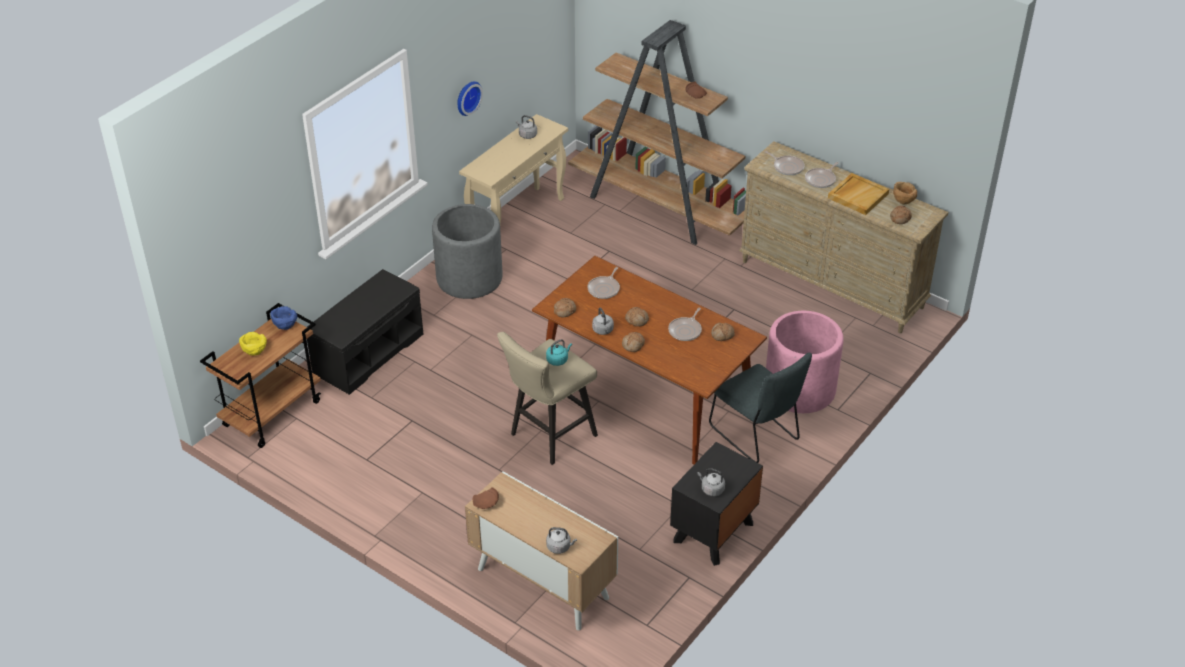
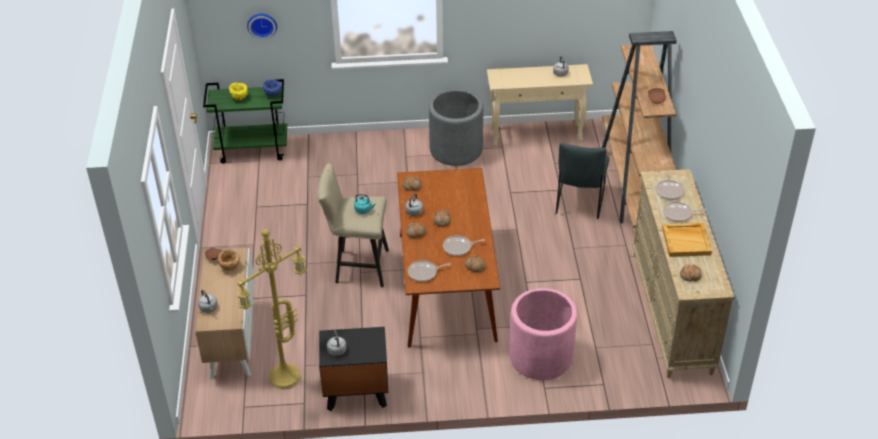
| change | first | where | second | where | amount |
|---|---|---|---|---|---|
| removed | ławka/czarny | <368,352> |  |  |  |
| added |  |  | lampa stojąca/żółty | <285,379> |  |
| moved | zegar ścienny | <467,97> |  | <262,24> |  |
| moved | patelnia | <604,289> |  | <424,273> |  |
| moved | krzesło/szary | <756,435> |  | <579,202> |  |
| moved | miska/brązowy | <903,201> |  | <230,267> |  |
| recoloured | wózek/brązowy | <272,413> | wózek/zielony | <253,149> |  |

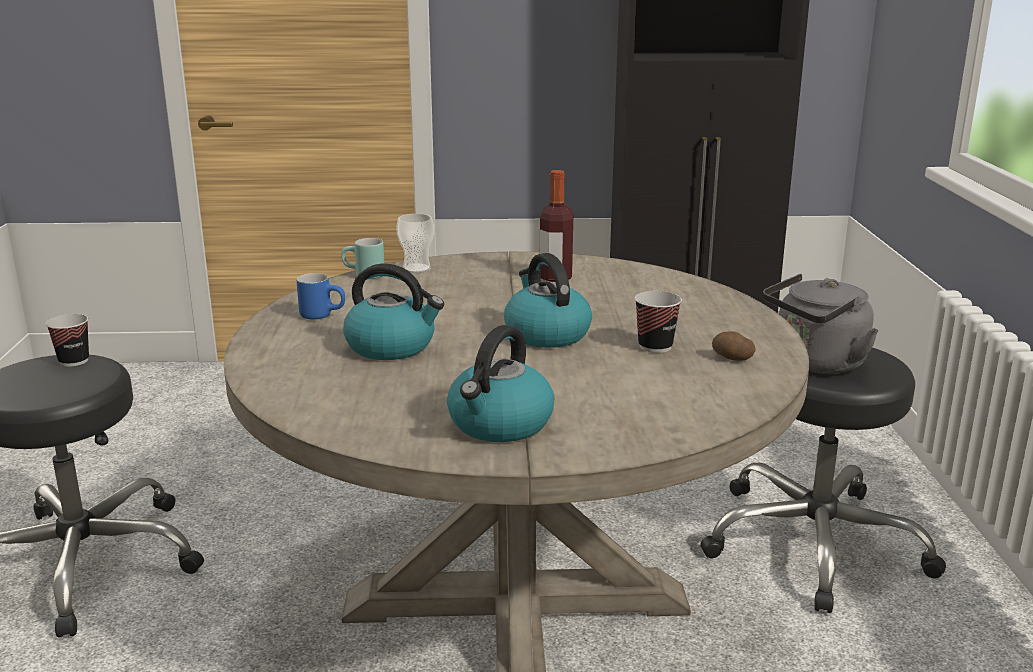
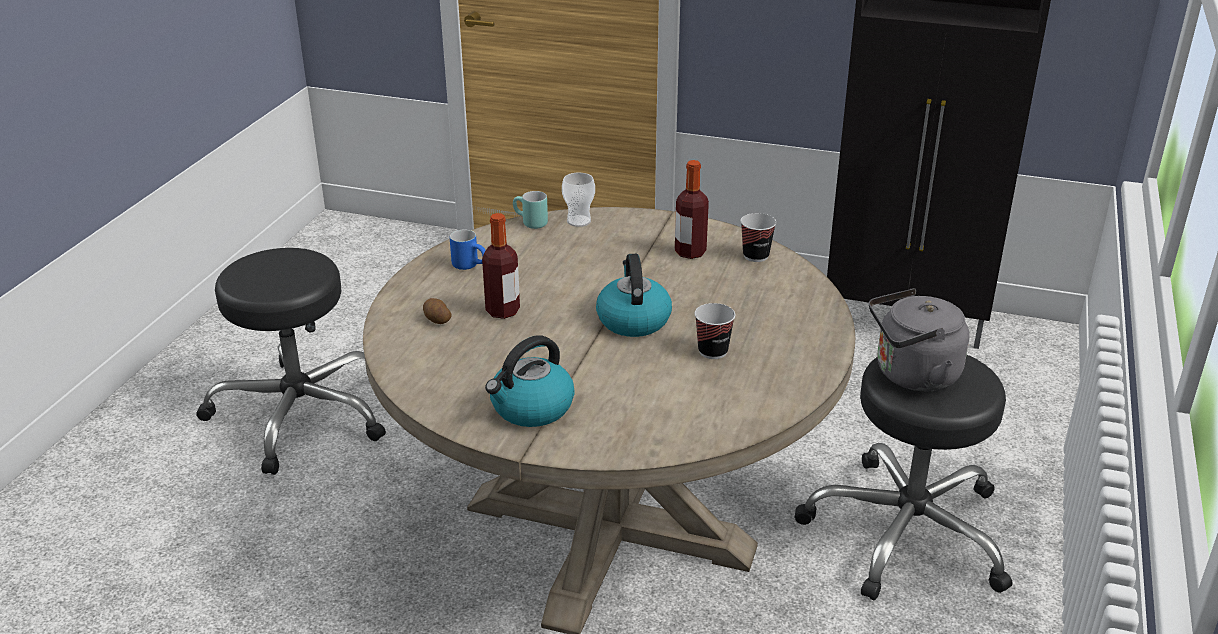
| change | first | where | second | where | amount |
|---|---|---|---|---|---|
| moved | filiżanka | <74,361> |  | <755,256> |  |
| moved | ziemniak | <731,358> |  | <436,320> |  |
| replaced | czajnik | <392,346> | butelka | <503,311> |  |

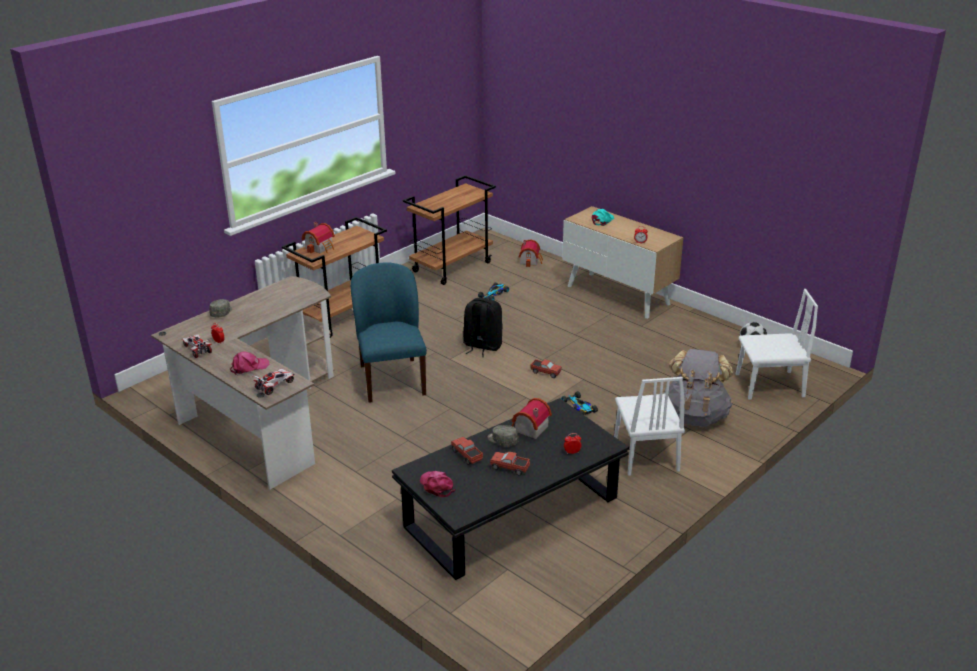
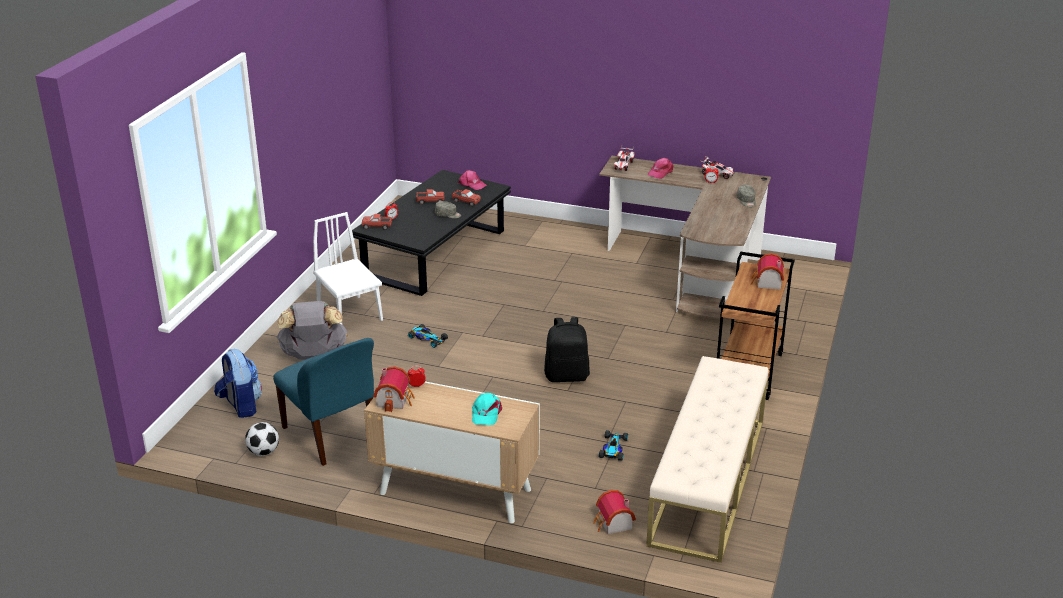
| change | first | where | second | where | amount |
|---|---|---|---|---|---|
| moved | krzesło/niebieski | <392,379> |  | <331,436> |  |
| moved | domek | <529,428> |  | <395,400> |  |
| moved | ciężarówka zabawkowa | <545,373> |  | <377,227> |  |
| replaced | wózek/brązowy | <452,267> | ławka/beżowy | <708,481> |  |
| replaced | krzesło/biały | <769,385> | plecak | <241,406> |  |

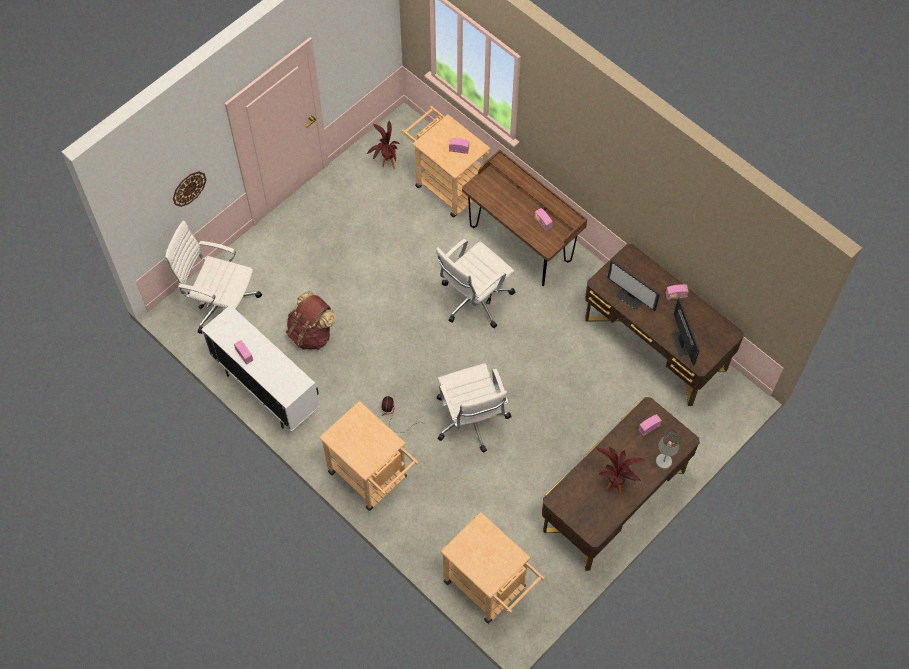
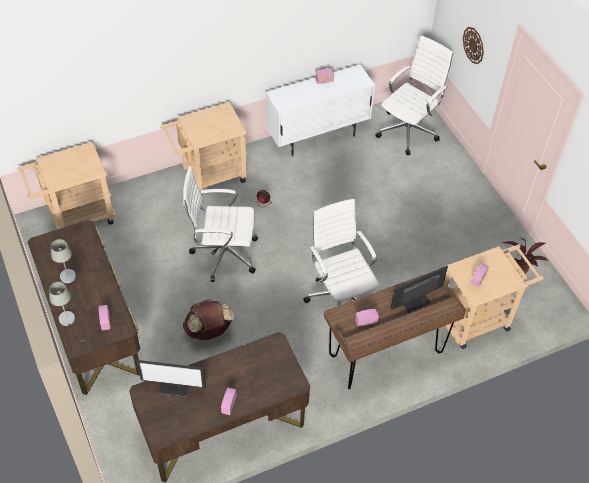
| change | first | where | second | where | amount |
|---|---|---|---|---|---|
| moved | plecak/brązowy | <311,333> |  | <209,331> |  |
| moved | monitor | <631,297> |  | <415,302> |  |
| replaced | roślina doniczkowa | <614,482> | lampa stołowa/szary | <72,274> |  |

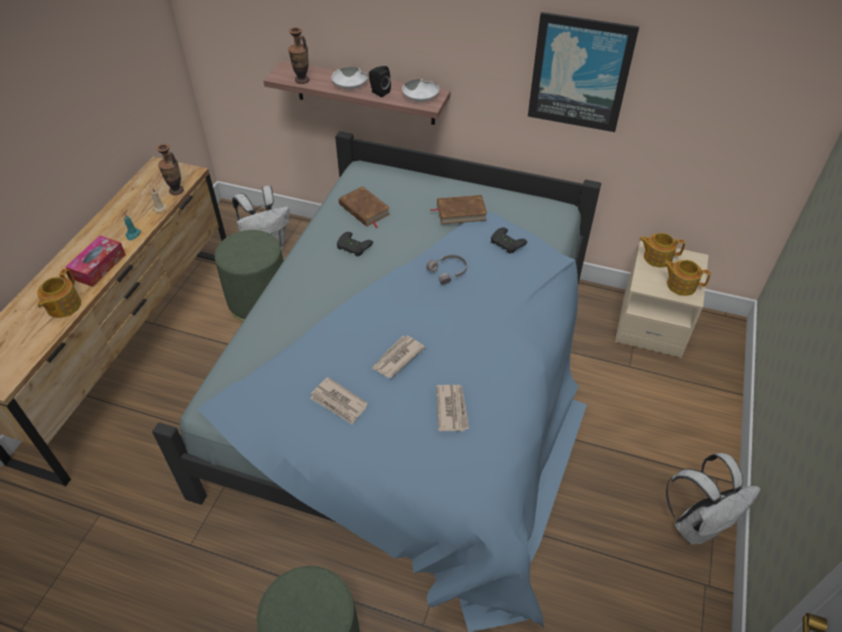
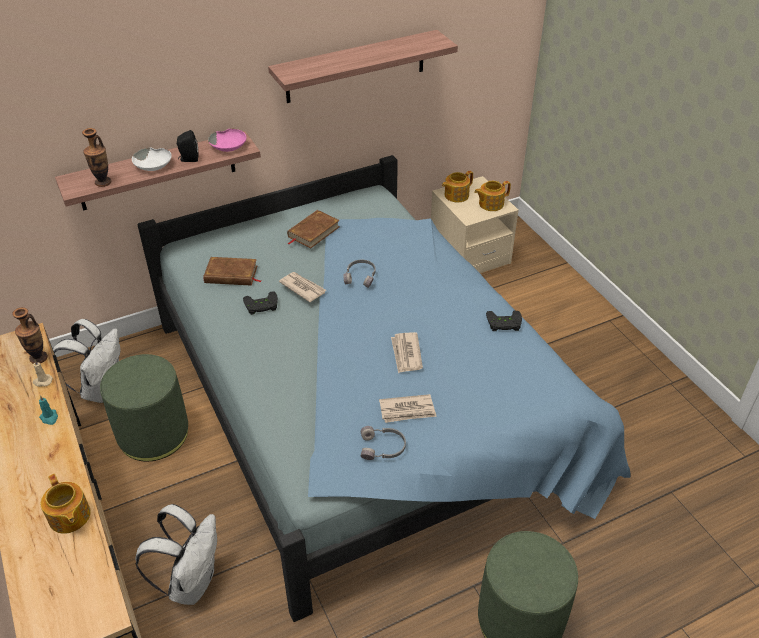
| change | first | where | second | where | amount |
|---|---|---|---|---|---|
| removed | pudełko chusteczek | <99,266> |  |  |  |
| added |  |  | słuchawki/szary | <383,448> |  |
| moved | gazeta | <452,409> |  | <302,288> |  |
| moved | pad do gier/czarny | <505,243> |  | <503,324> |  |
| moved | plecak/biały | <697,524> |  | <191,582> |  |
| replaced | obraz | <580,72> | półka | <356,67> |  |
| recoloured | miska/biały | <421,96> | miska/różowy | <229,145> |  |

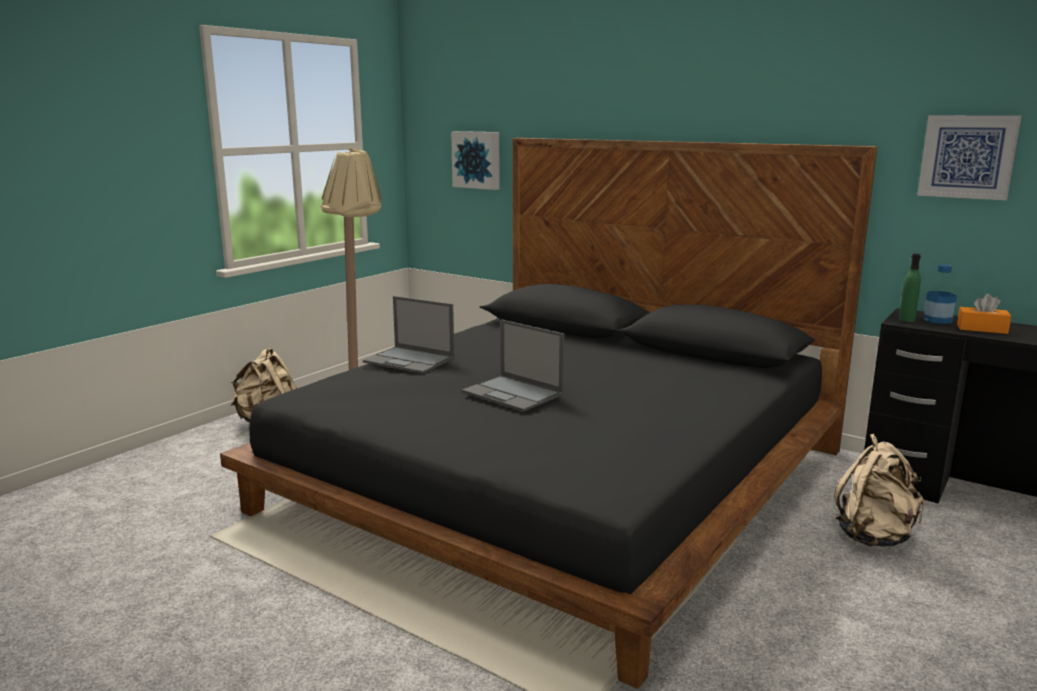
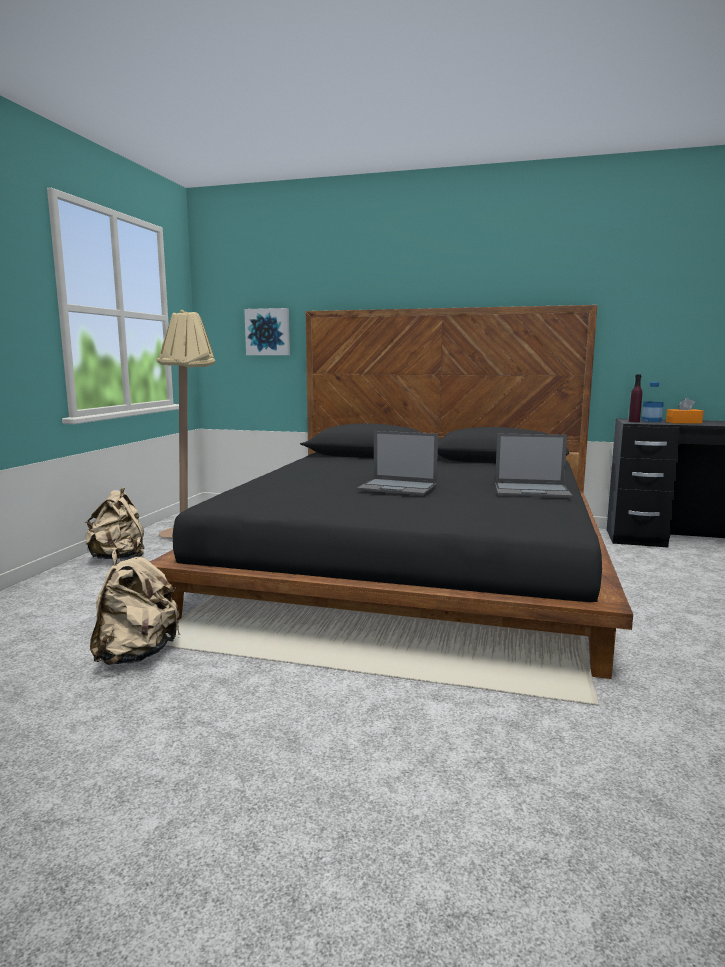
| change | first | where | second | where | amount |
|---|---|---|---|---|---|
| removed | obraz | <967,157> |  |  |  |
| moved | laptop | <410,360> |  | <532,490> |  |
| moved | plecak/beżowy | <875,537> |  | <137,655> |  |
| recoloured | butelka/zielony | <906,320> | butelka/fioletowy | <634,421> |  |

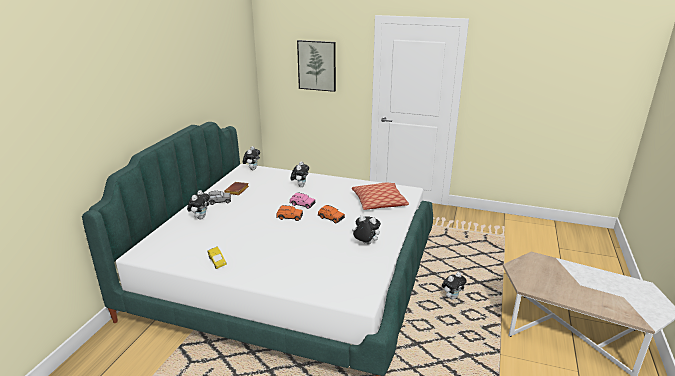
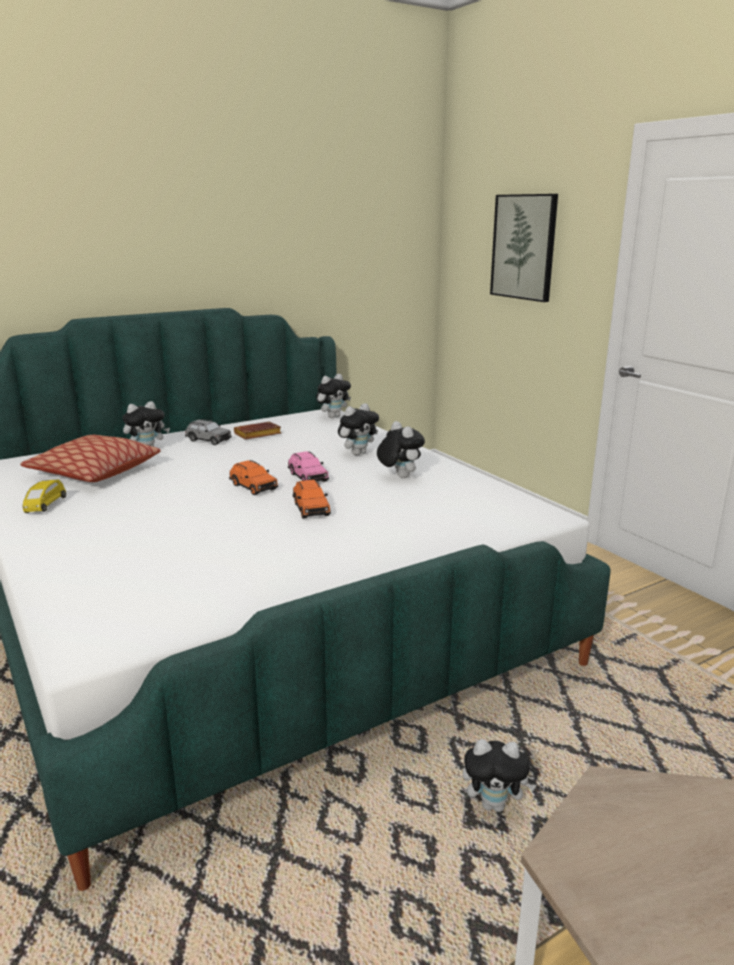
| change | first | where | second | where | amount |
|---|---|---|---|---|---|
| moved | poduszka | <379,202> |  | <94,472> |  |
| moved | pluszak | <365,244> |  | <399,476> |  |

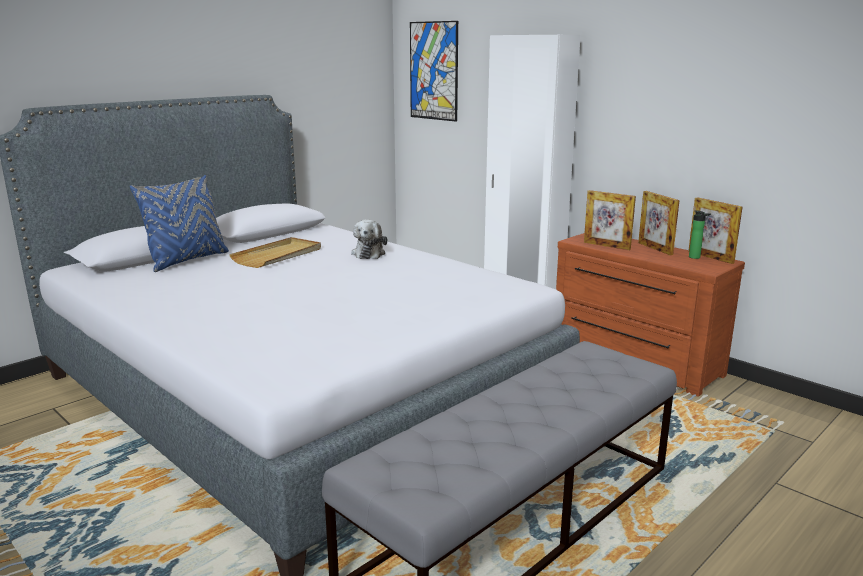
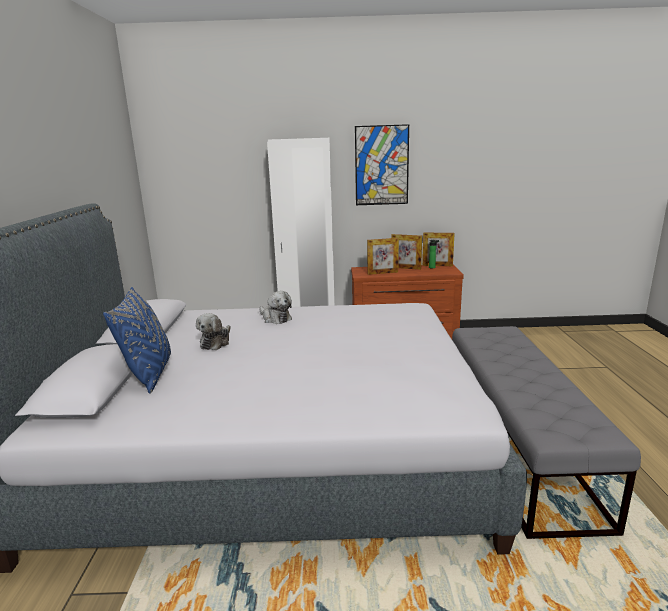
| change | first | where | second | where | amount |
|---|---|---|---|---|---|
| moved | obraz | <433,71> |  | <381,165> |  |
| replaced | taca/beżowy | <278,255> | pluszak | <216,342> |  |

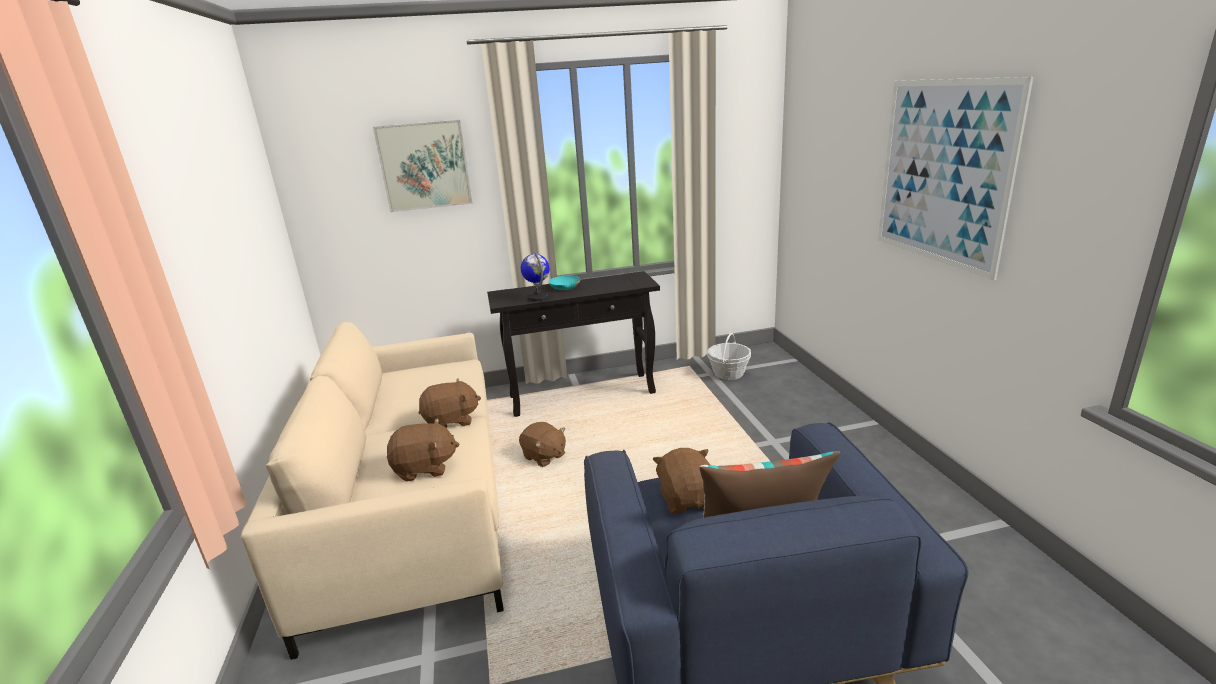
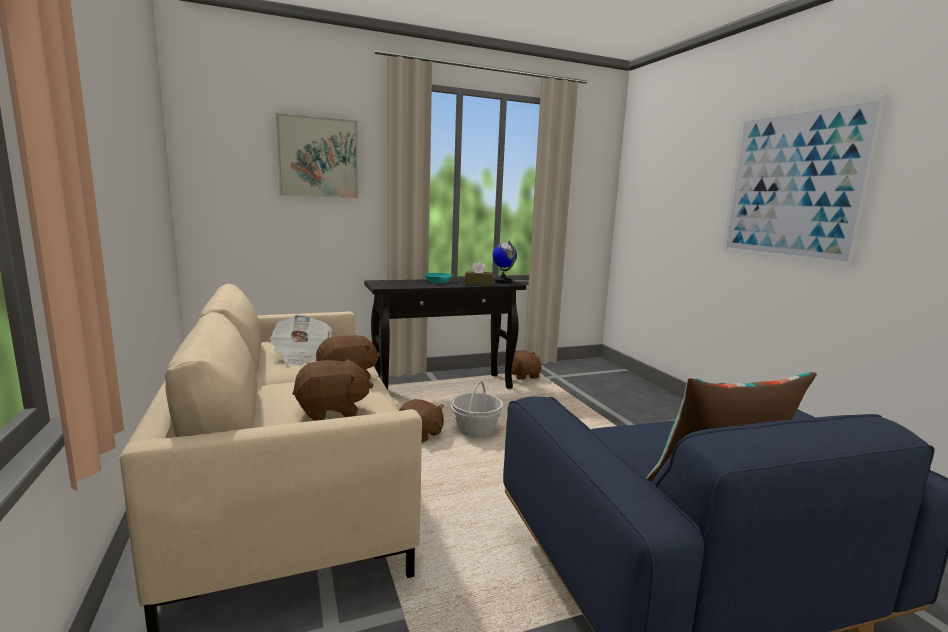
| change | first | where | second | where | amount |
|---|---|---|---|---|---|
| added |  |  | gazeta | <301,356> |  |
| added |  |  | pudełko chusteczek/brązowy | <478,284> |  |
| moved | globus | <538,298> |  | <503,281> |  |
| moved | pluszak/brązowy | <687,499> |  | <524,376> |  |
| moved | koszyk | <728,373> |  | <476,430> |  |

